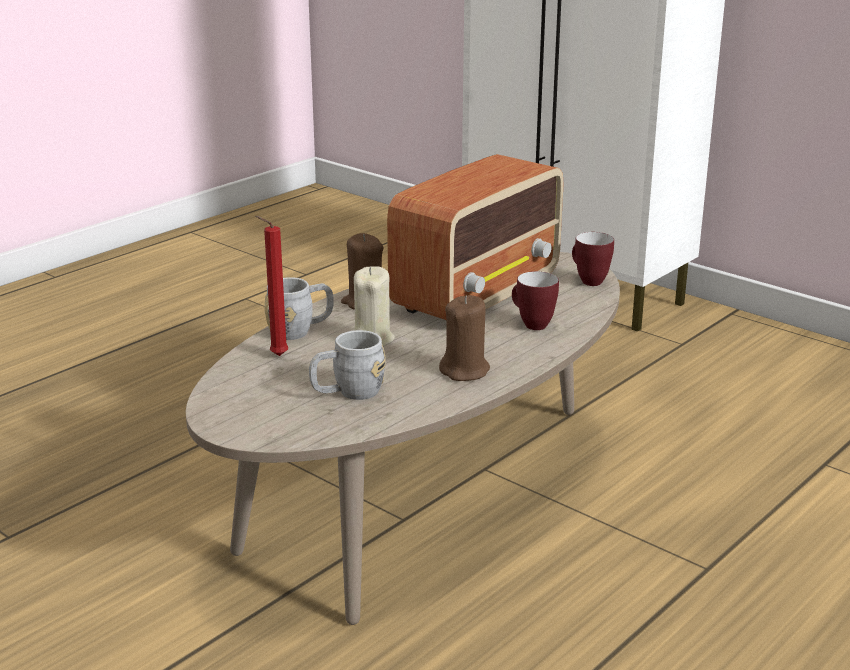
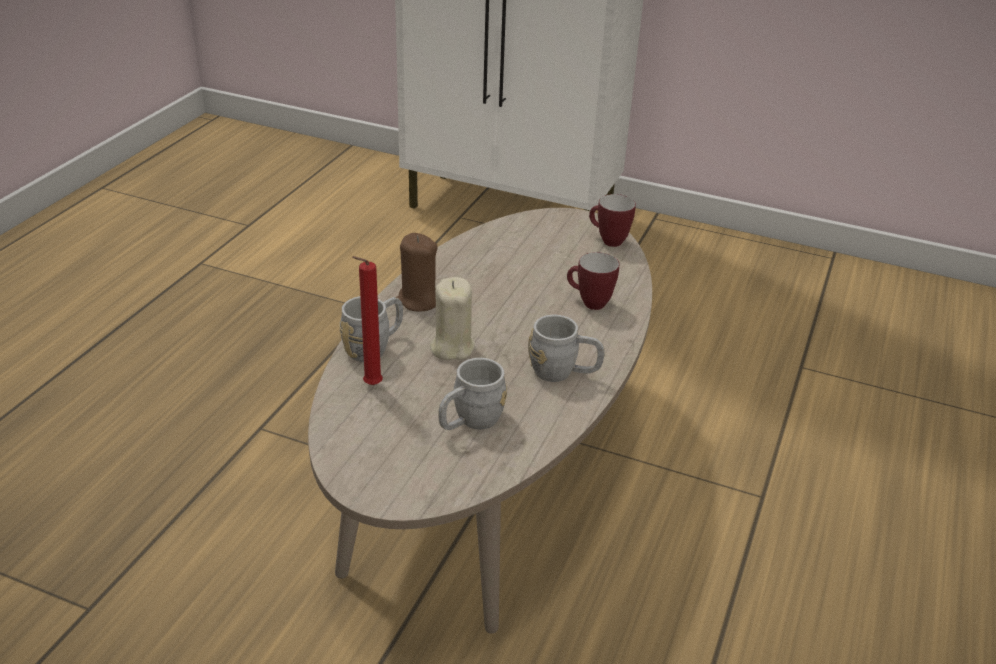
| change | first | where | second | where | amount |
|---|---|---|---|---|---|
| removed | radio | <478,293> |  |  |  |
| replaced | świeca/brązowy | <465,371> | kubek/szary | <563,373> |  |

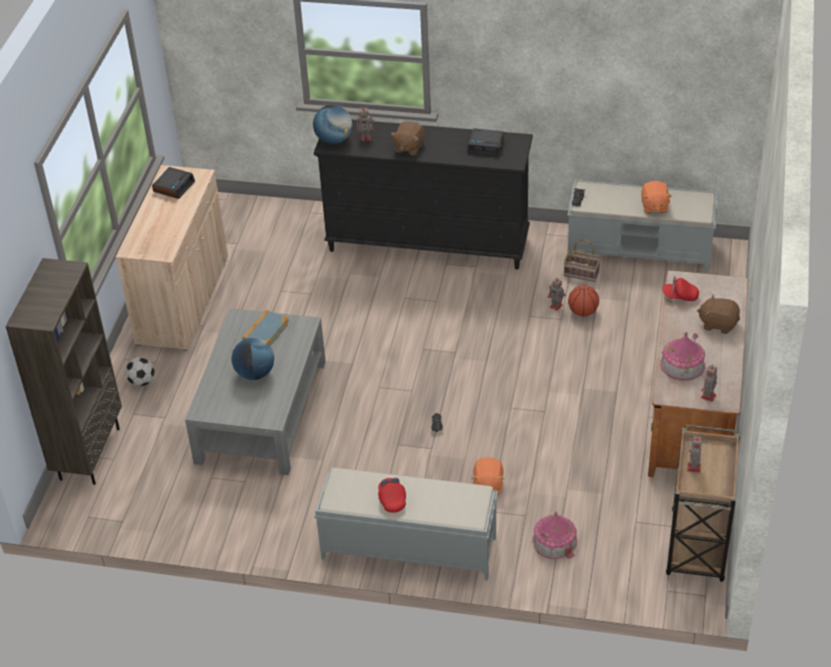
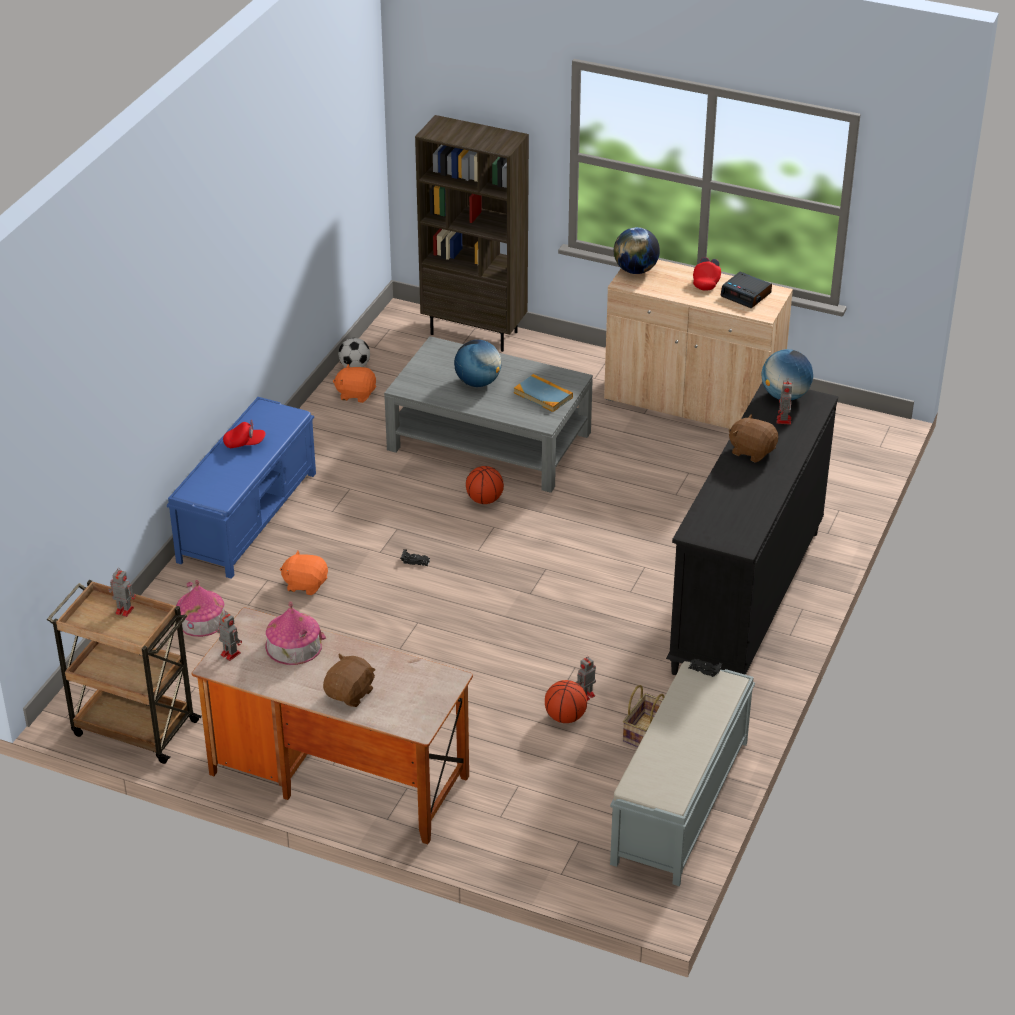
| change | first | where | second | where | amount |
|---|---|---|---|---|---|
| removed | budzik | <486,146> |  |  |  |
| added |  |  | piłka do koszykówki | <484,500> |  |
| added |  |  | globus | <635,270> |  |
| moved | piłka futbolowa | <141,381> |  | <355,367> |  |
| moved | pluszak/pomarańczowy | <654,206> |  | <356,394> |  |
| moved | czapka z daszkiem/czerwony | <680,296> |  | <706,281> |  |
| recoloured | ławka/szary | <407,547> | ławka/niebieski | <248,516> |  |

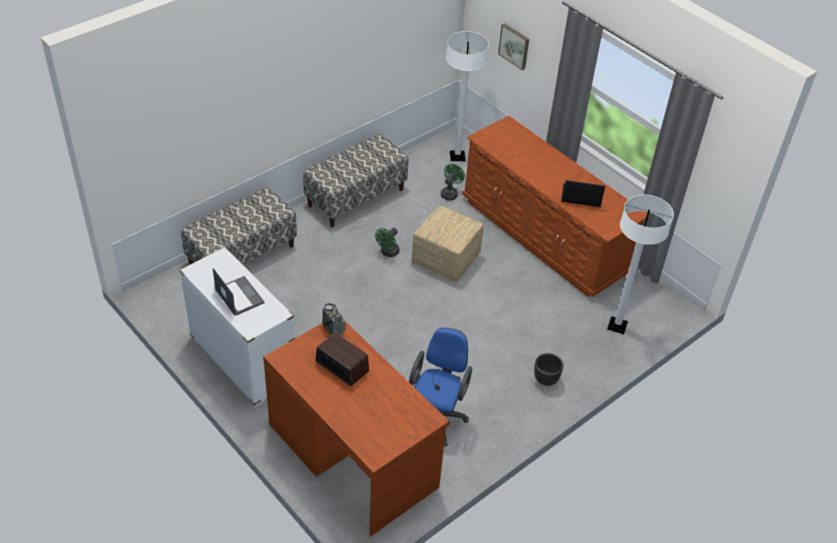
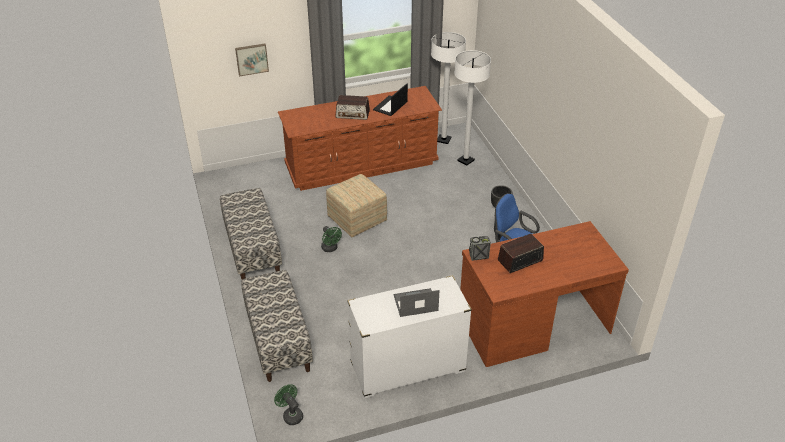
| change | first | where | second | where | amount |
|---|---|---|---|---|---|
| added |  |  | radio | <353,114> |  |
| moved | wentylator/zielony | <450,193> |  | <291,415> |  |
| moved | lampa stojąca/biały | <457,156> |  | <443,139> |  |

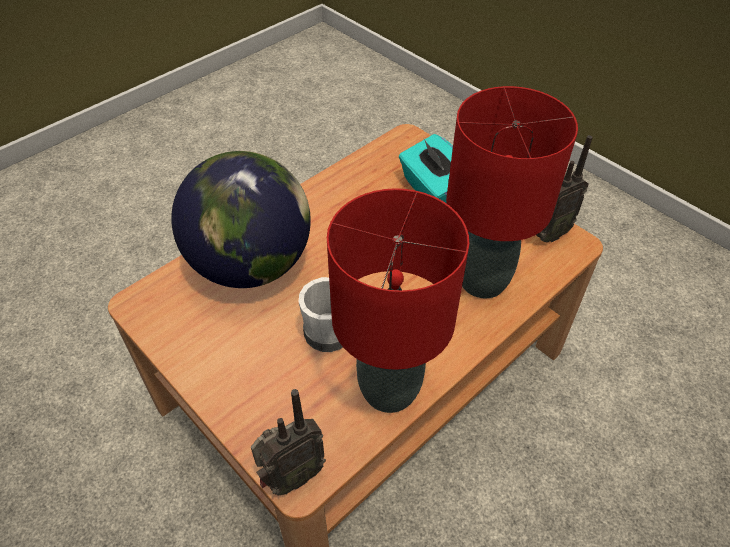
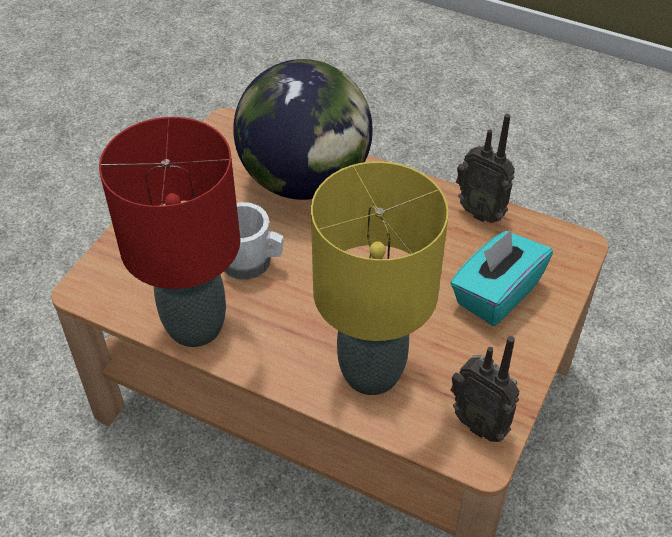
| change | first | where | second | where | amount |
|---|---|---|---|---|---|
| moved | radio | <291,477> |  | <481,211> |  |
| recoloured | lampa stołowa/czerwony | <483,280> | lampa stołowa/żółty | <372,372> |  |

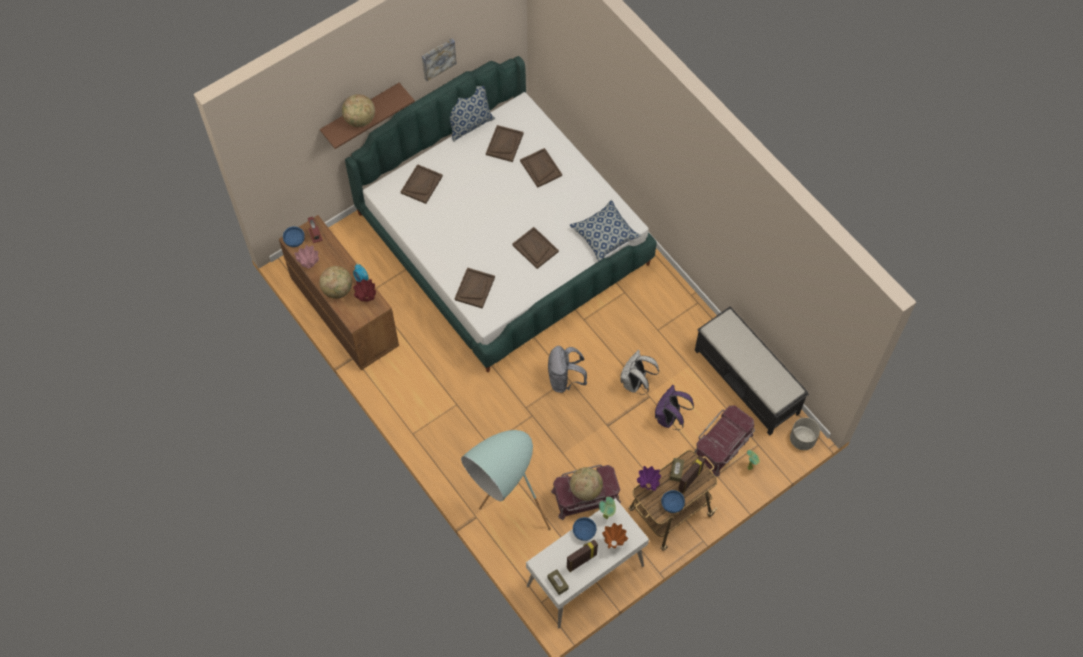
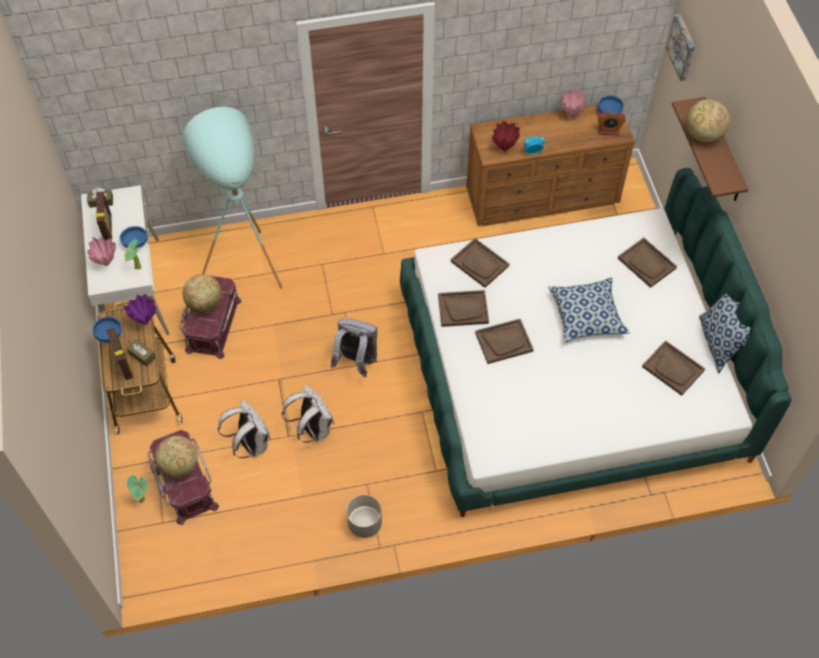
| change | first | where | second | where | amount |
|---|---|---|---|---|---|
| removed | ławka/czarny | <747,382> |  |  |  |
| moved | globus | <338,289> |  | <179,466> |  |
| moved | obraz | <438,58> |  | <682,47> |  |
| moved | taca/brązowy | <540,168> |  | <463,309> |  |
| moved | poduszka | <605,235> |  | <586,316> |  |
| moved | donica/szary | <802,439> |  | <364,523> |  |
| recoloured | wazon/pomarańczowy | <614,542> | wazon/różowy | <106,263> |  |
| recoloured | plecak/fioletowy | <669,418> | plecak/biały | <250,444> |  |

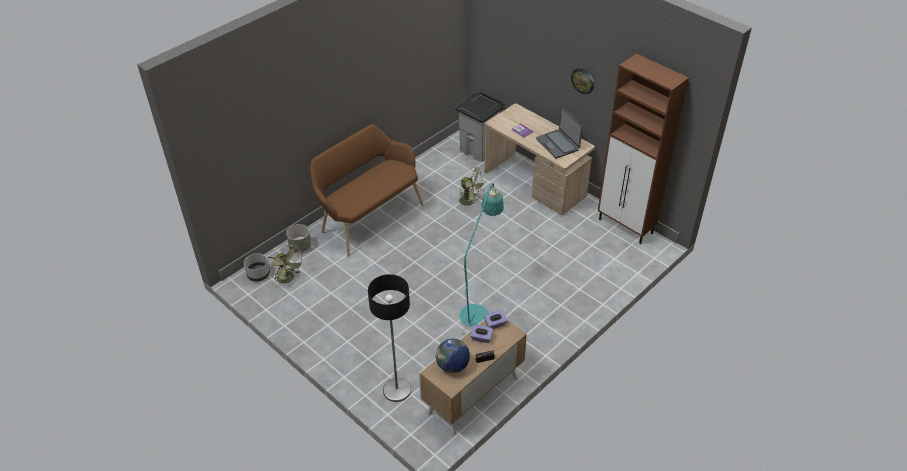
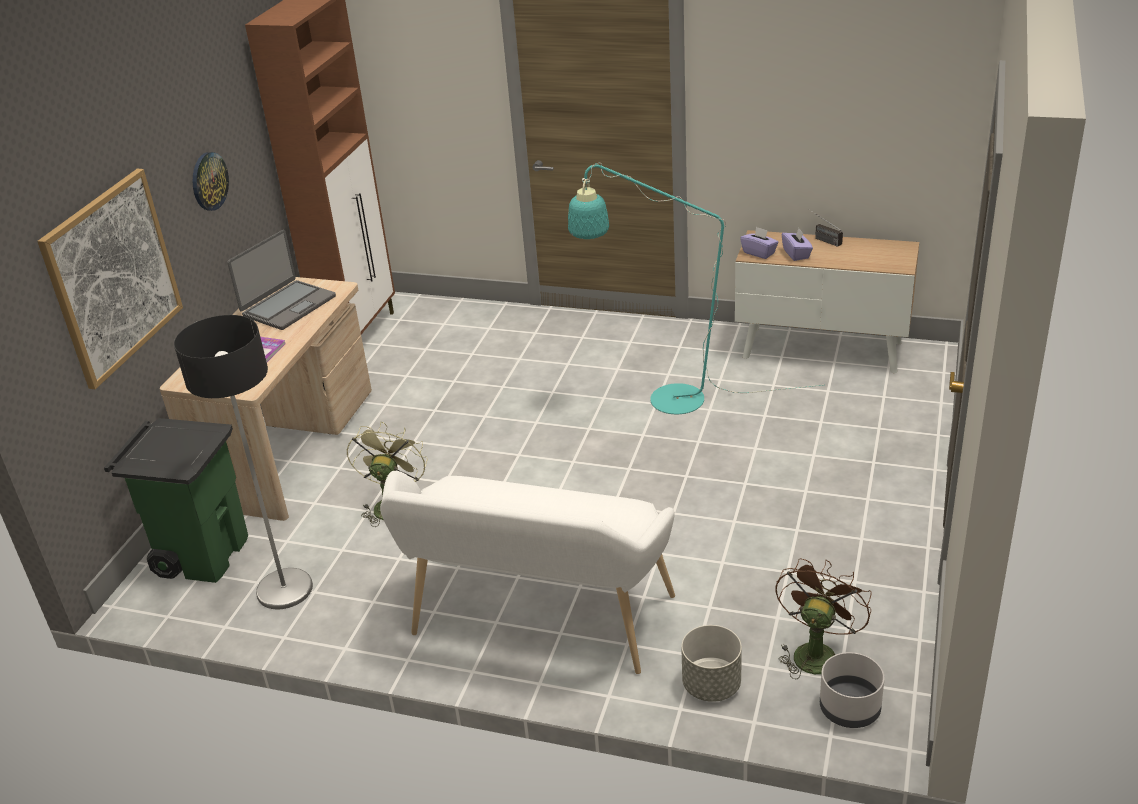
| change | first | where | second | where | amount |
|---|---|---|---|---|---|
| removed | globus | <452,366> |  |  |  |
| added |  |  | obraz | <113,277> |  |
| moved | lampa stojąca | <397,390> |  | <285,589> |  |
| recoloured | wentylator/zielony | <288,279> | wentylator/brązowy | <816,651> |  |
| recoloured | ławka/brązowy | <368,217> | ławka/biały | <535,623> |  |
| recoloured | kosz na śmieci/szary | <480,150> | kosz na śmieci/zielony | <203,554> |  |

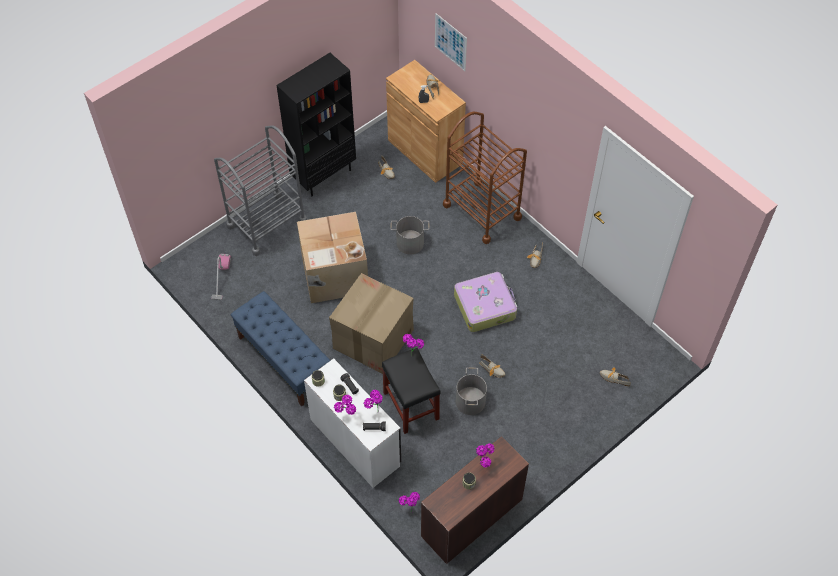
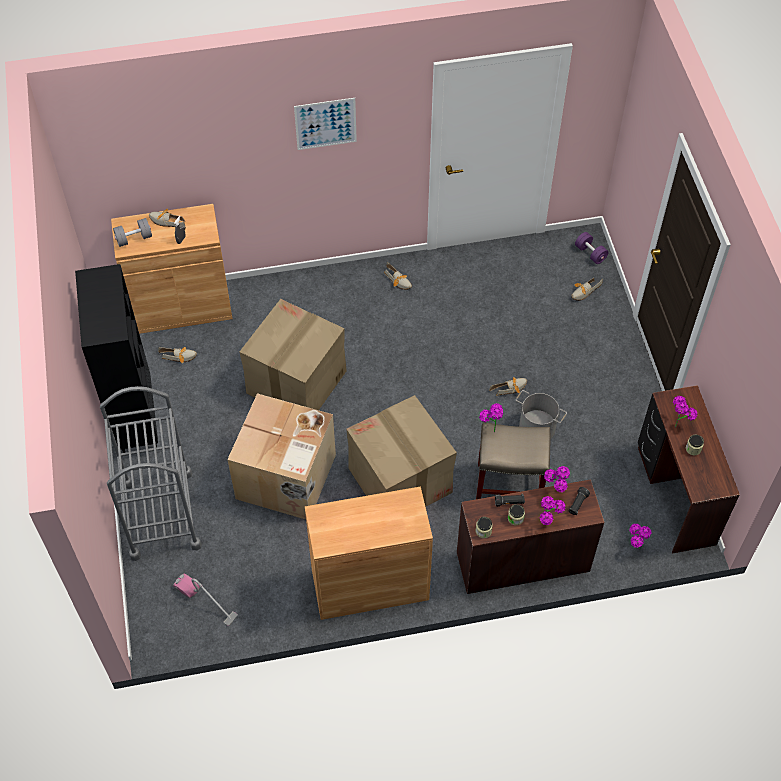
| change | first | where | second | where | amount |
|---|---|---|---|---|---|
| removed | wózek/brązowy | <482,211> |  |  |  |
| removed | walizka | <485,306> |  |  |  |
| added |  |  | hantel/szary | <134,238> |  |
| added |  |  | hantel/fioletowy | <590,253> |  |
| moved | obraz | <450,42> |  | <325,123> |  |
| replaced | ławka/niebieski | <284,360> | szafka/brązowy | <370,585> |  |
| replaced | wiadro/szary | <410,242> | karton | <296,382> |  |
| recoloured | biurko/biały | <356,441> | biurko/brązowy | <522,561> |  |
| recoloured | stołek/czarny | <411,406> | stołek/beżowy | <510,485> |  |

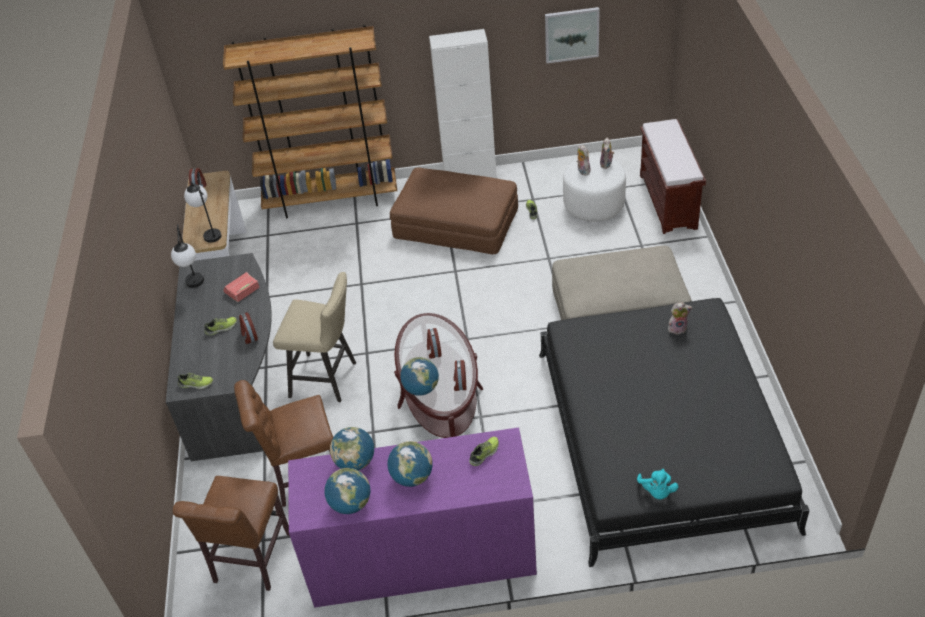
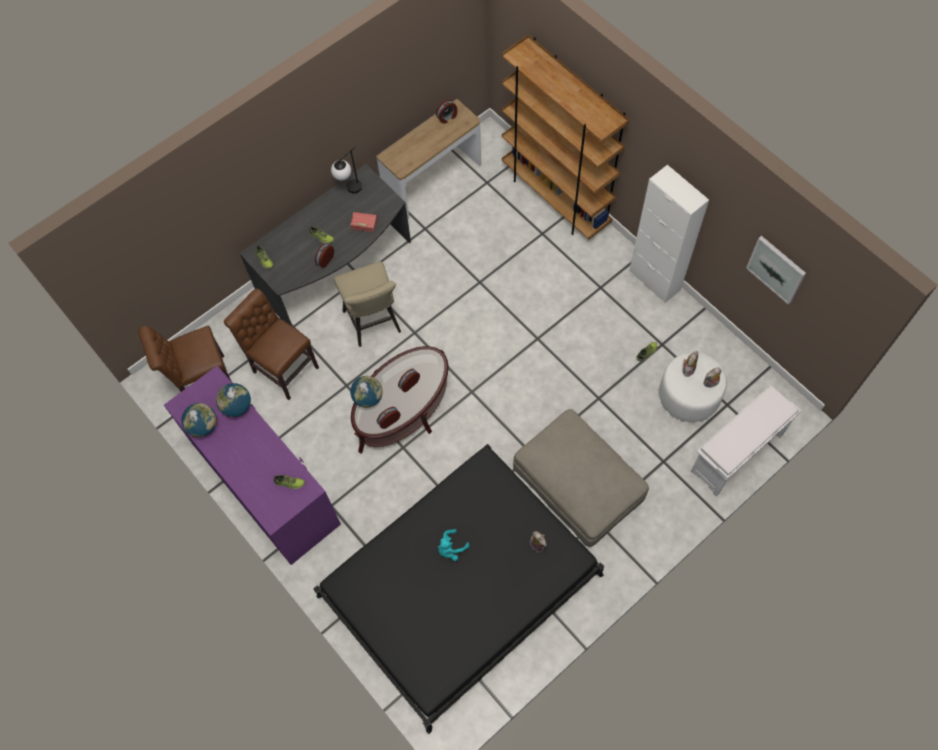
| change | first | where | second | where | amount |
|---|---|---|---|---|---|
| removed | lampa stołowa | <209,233> |  |  |  |
| removed | globus | <412,477> |  |  |  |
| removed | pufa/brązowy | <456,222> |  |  |  |
| moved | pluszak/turkusowy | <657,491> |  | <451,549> |  |
| recoloured | ławka/brązowy | <668,202> | ławka/biały | <736,454> |  |

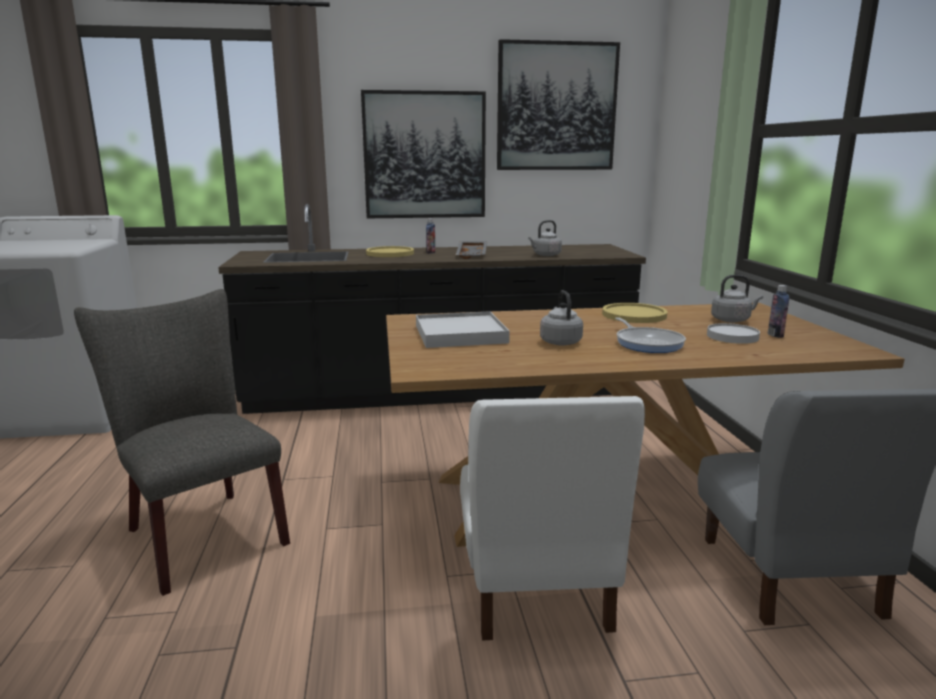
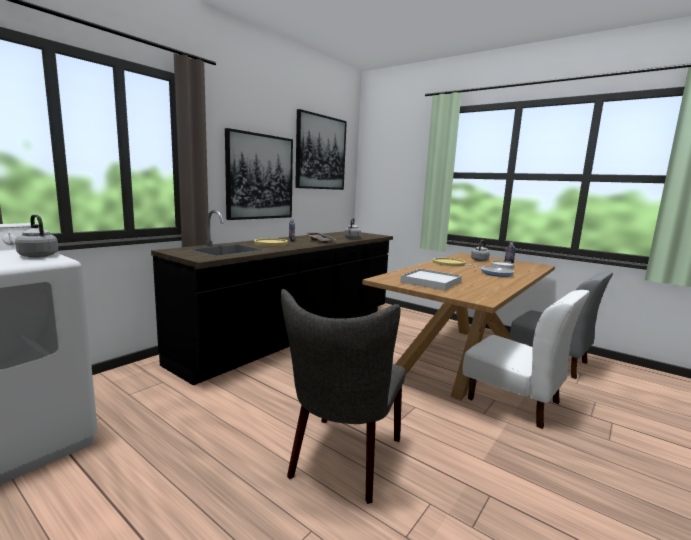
| change | first | where | second | where | amount |
|---|---|---|---|---|---|
| moved | czajnik/szary | <560,342> |  | <38,255> |  |
| turned | krzesło/szary | <200,533> |  | <343,461> | 75 degrees counterclockwise |

